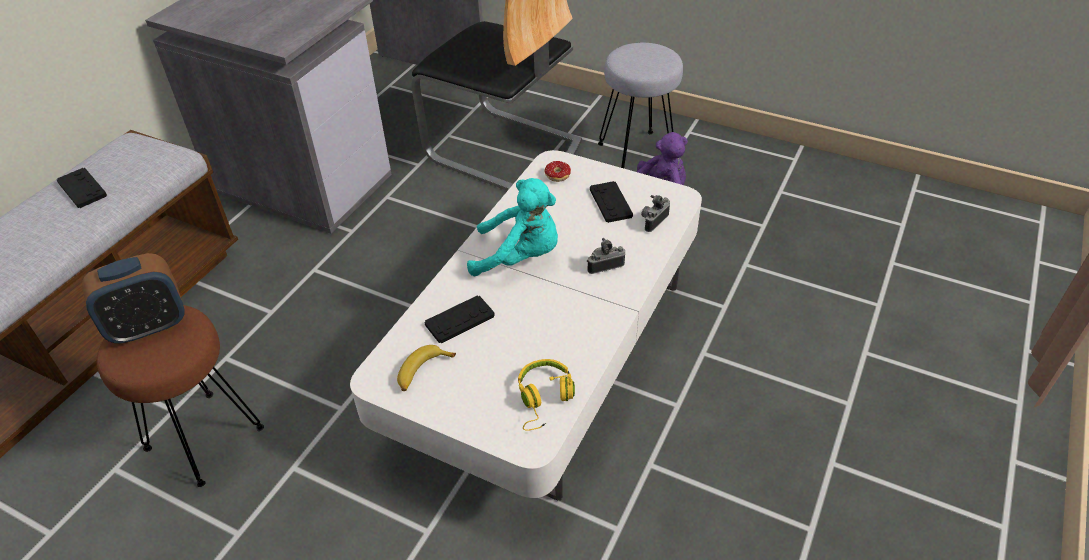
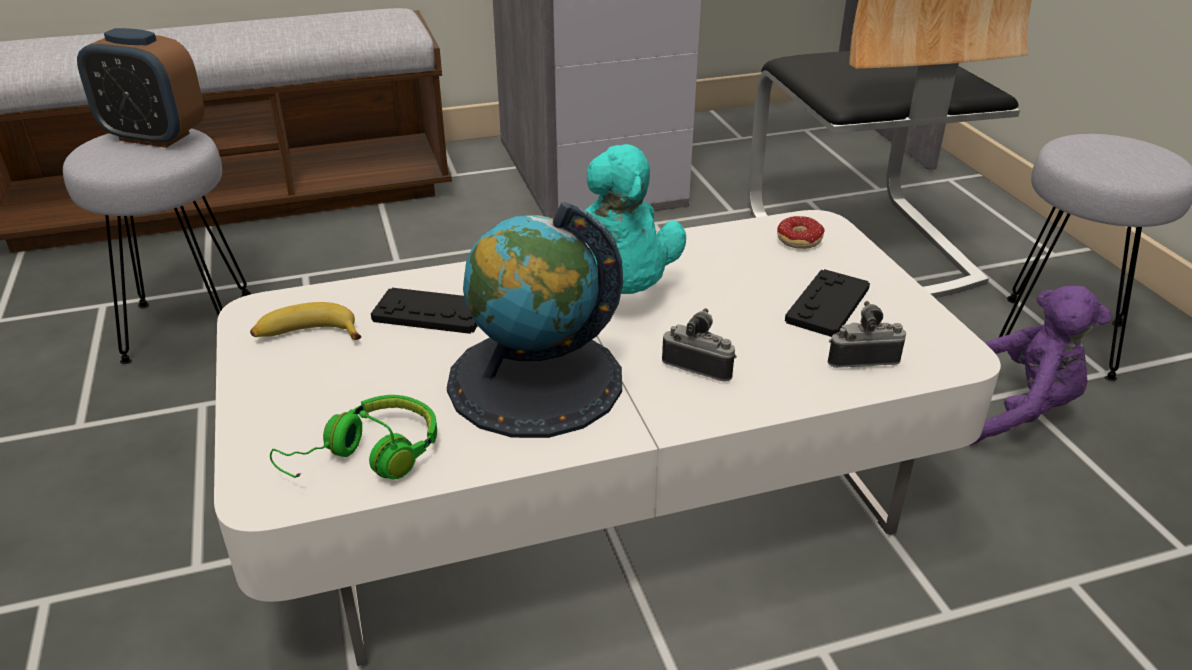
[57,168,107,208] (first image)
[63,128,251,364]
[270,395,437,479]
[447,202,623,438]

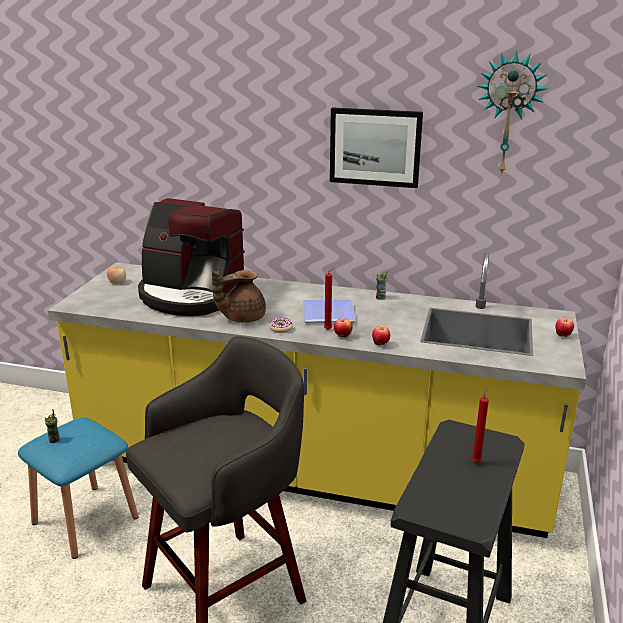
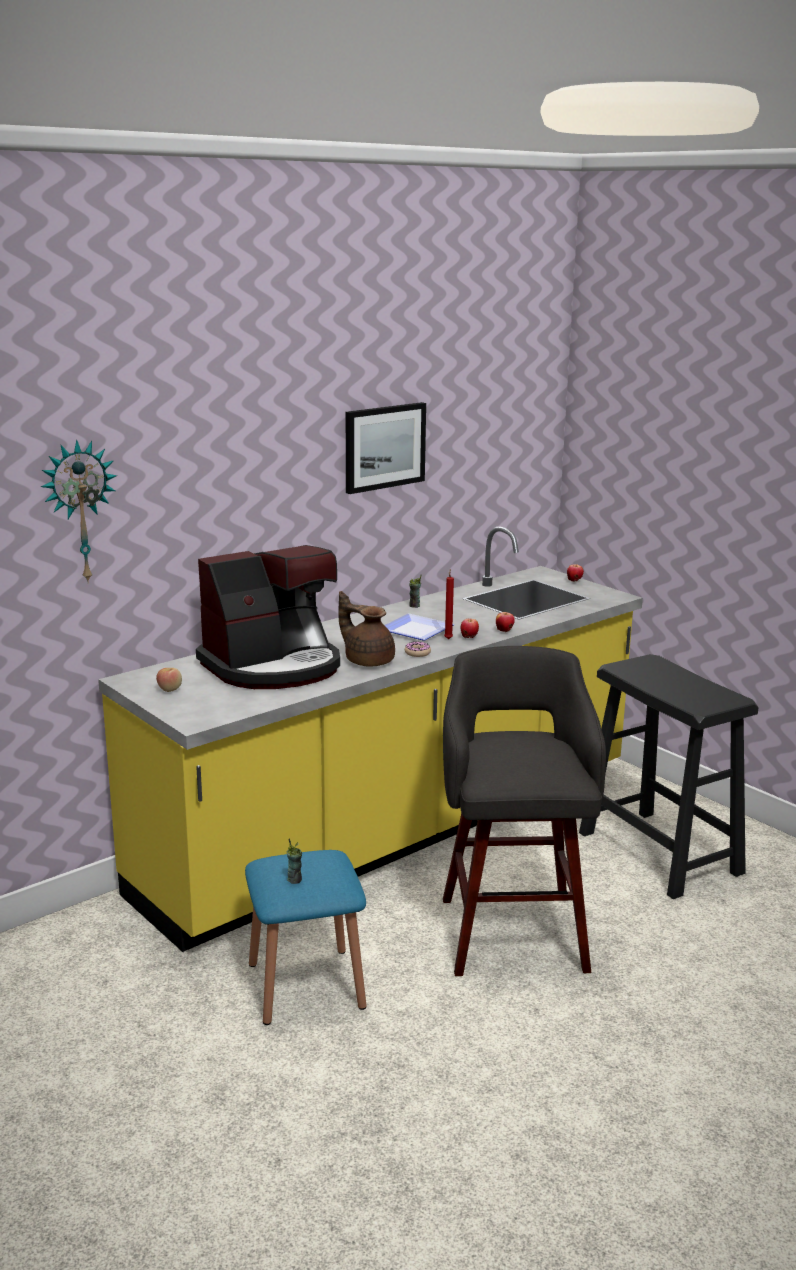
[41,440,117,584]
[338,591,395,666]
[472,388,489,463] (first image)

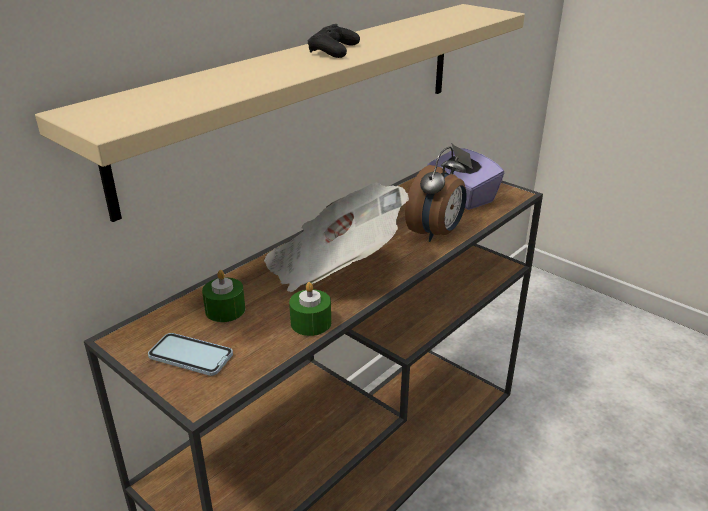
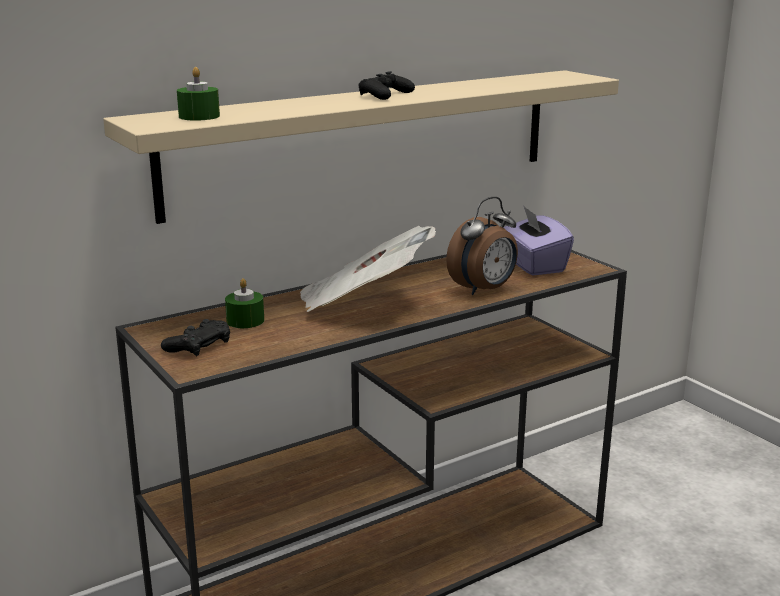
[177,67,220,120]
[161,319,230,356]

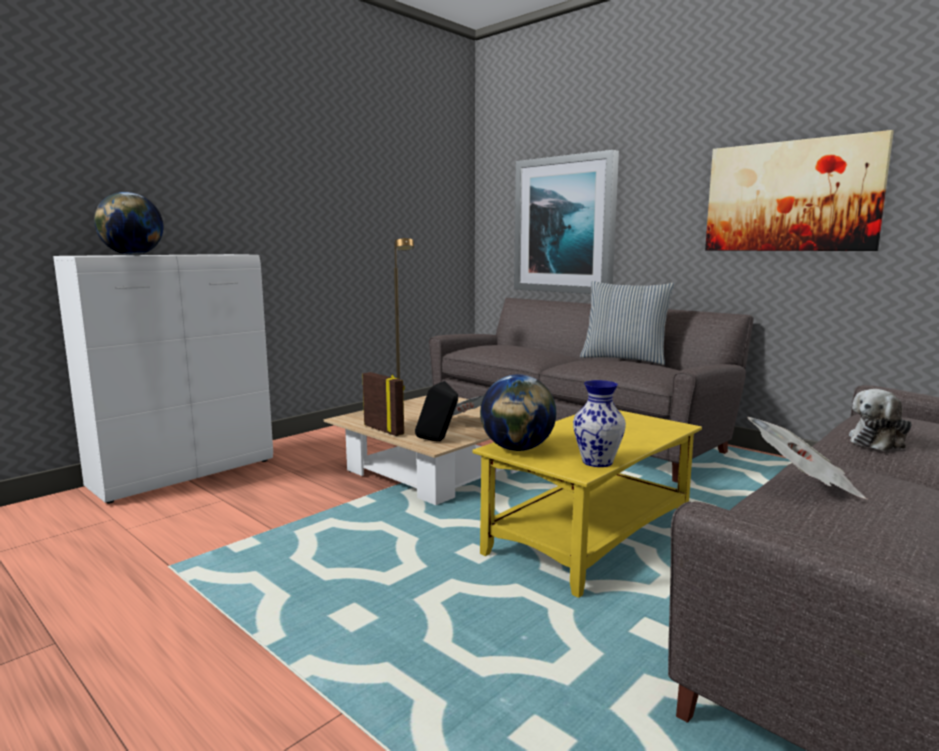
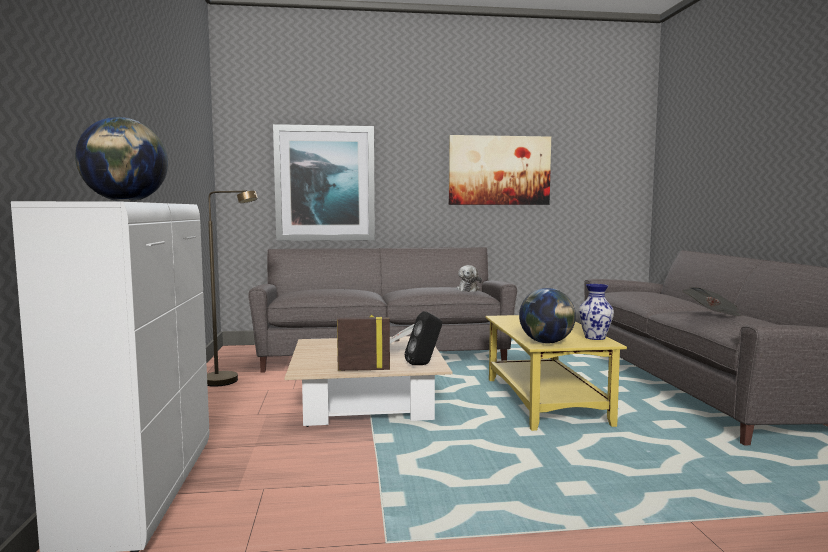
[580,281,675,365] (first image)
[456,265,482,292]

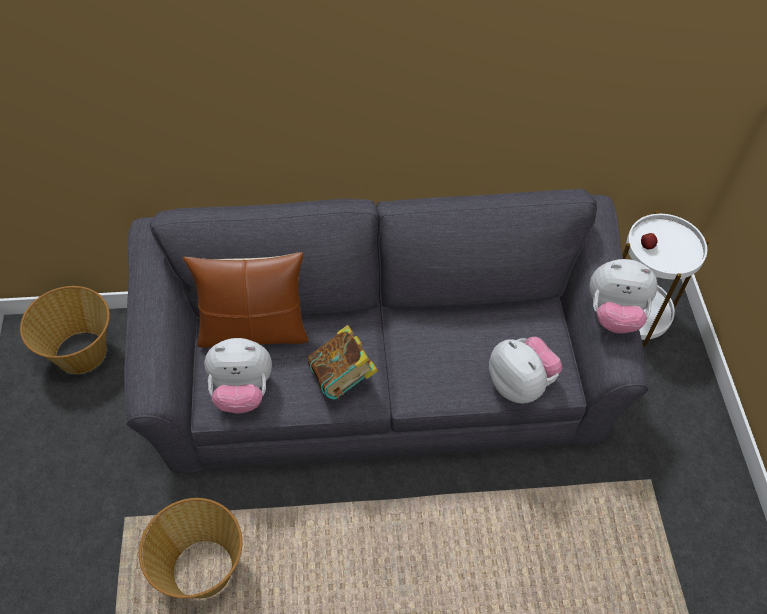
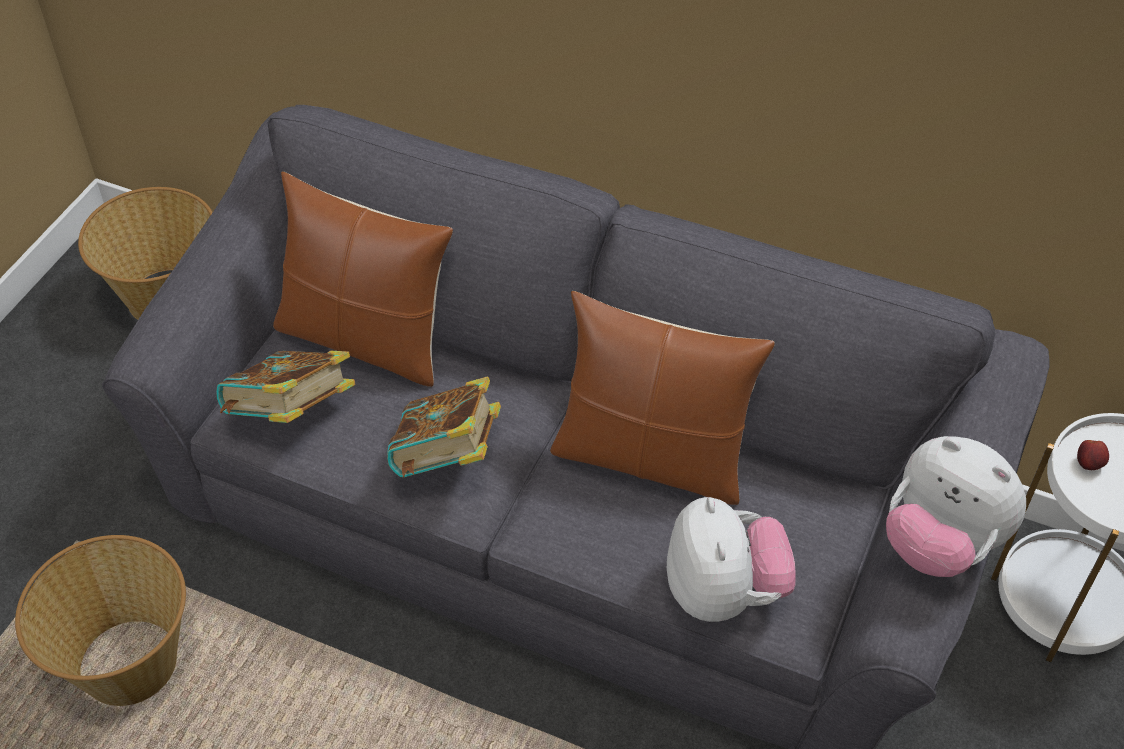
[216,351,355,423]
[550,291,775,505]

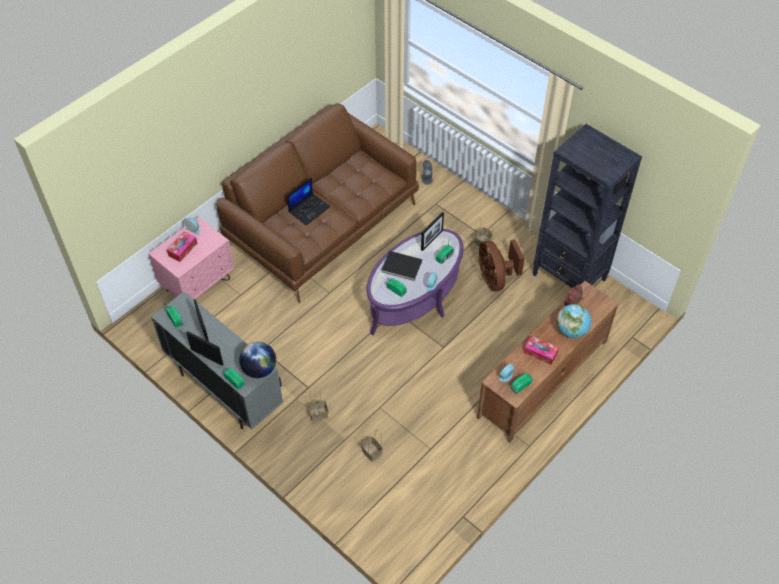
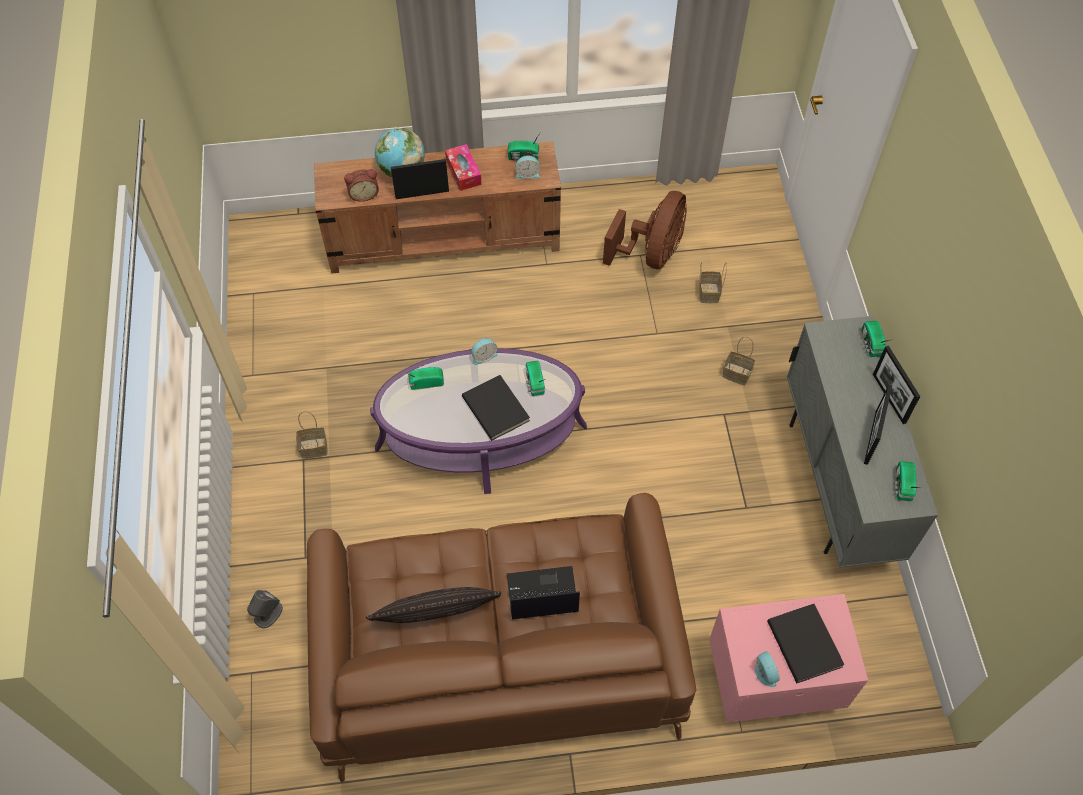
[533,124,642,288] (first image)
[391,159,449,199]
[767,604,845,683]
[603,191,687,269]
[239,342,276,378] (first image)
[366,587,501,623]

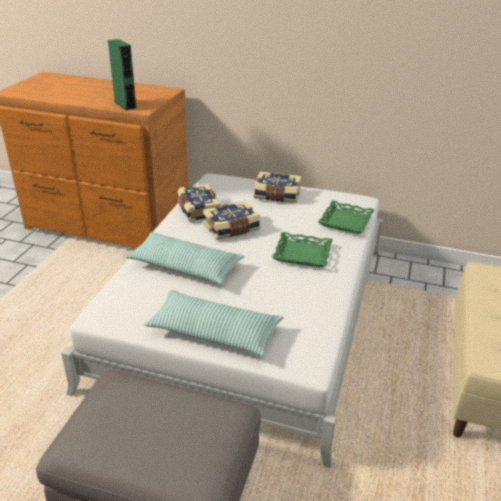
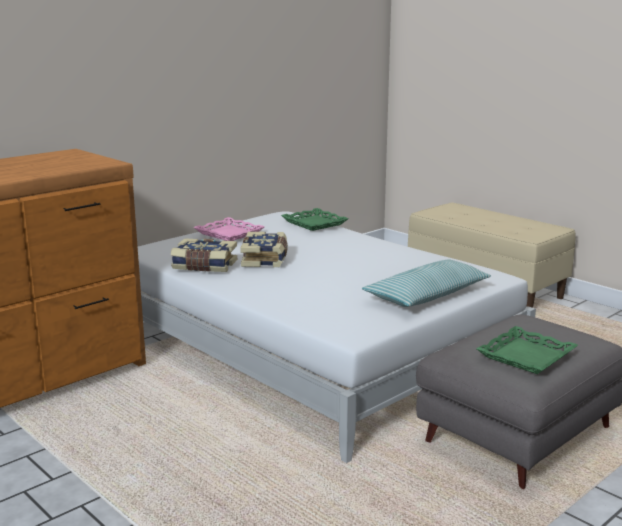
[108,39,137,110] (first image)
[193,217,265,241]
[125,232,245,284] (first image)
[476,326,578,374]

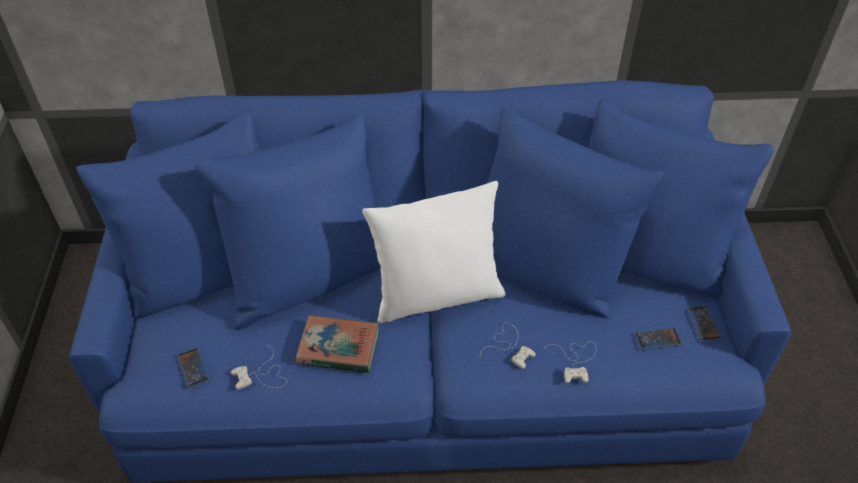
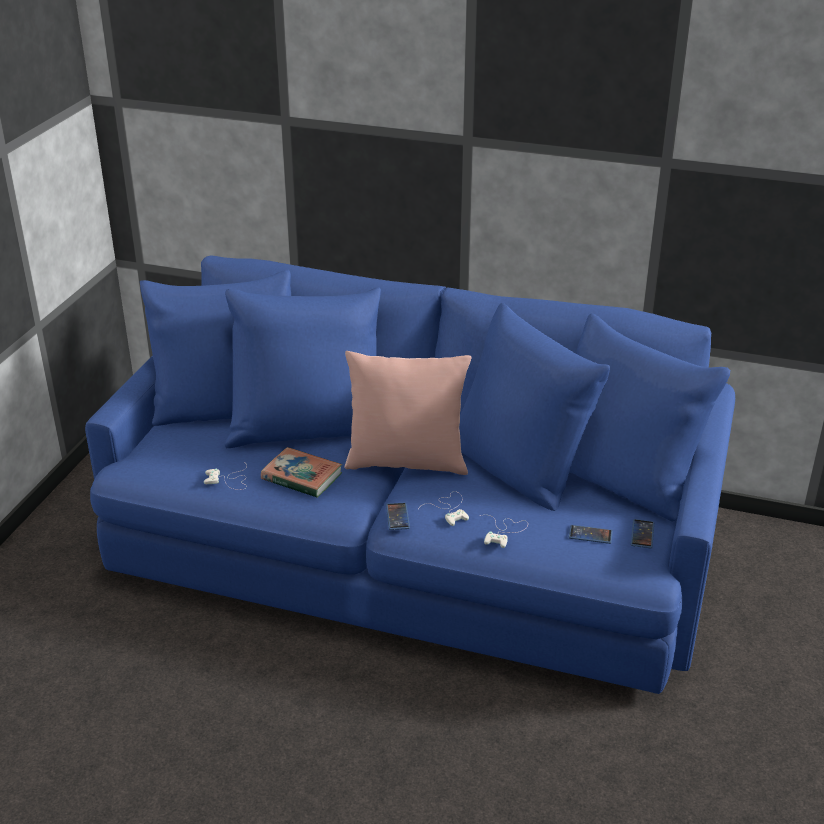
[345,351,472,475]
[386,503,410,530]

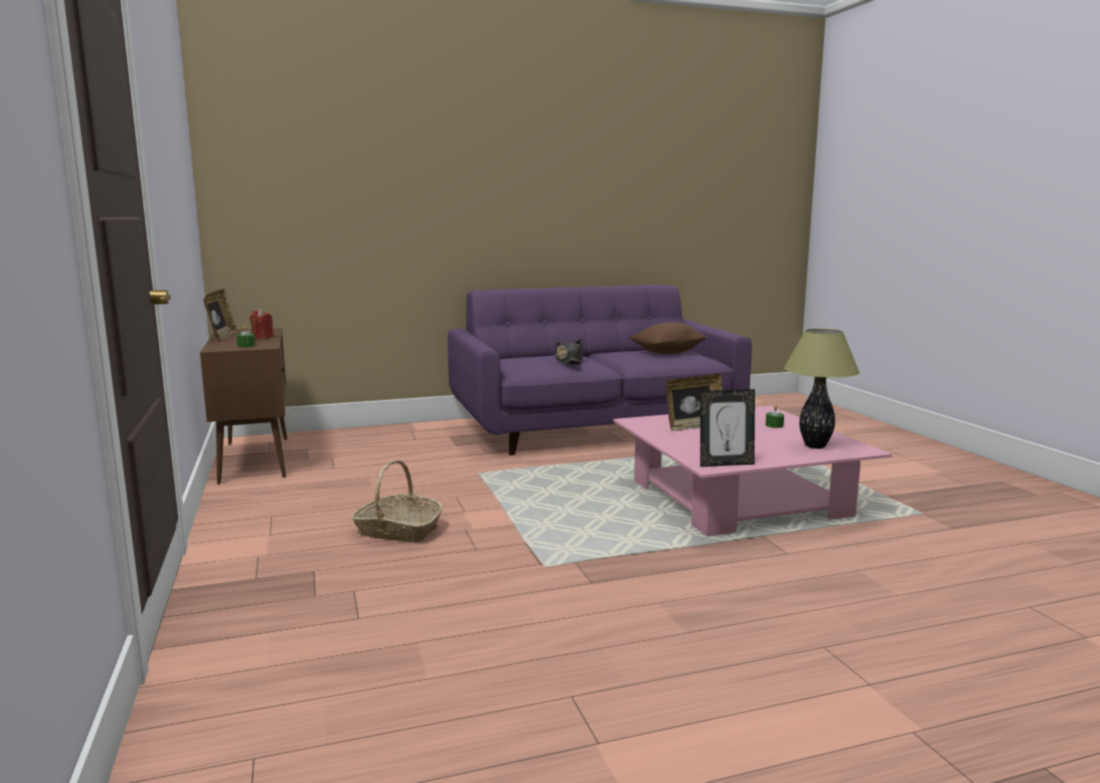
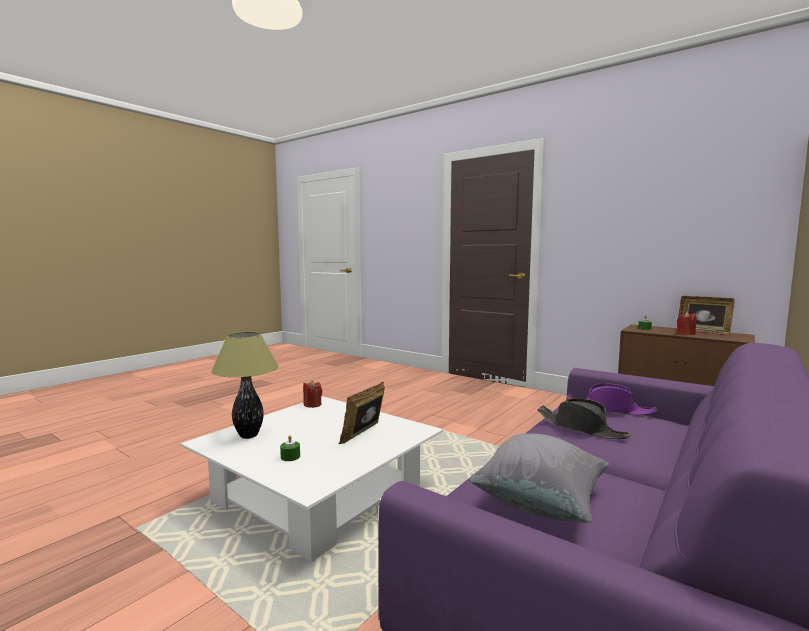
[469,434,609,523]
[303,381,322,408]
[180,396,443,562]
[351,460,443,543] (first image)
[567,383,658,415]

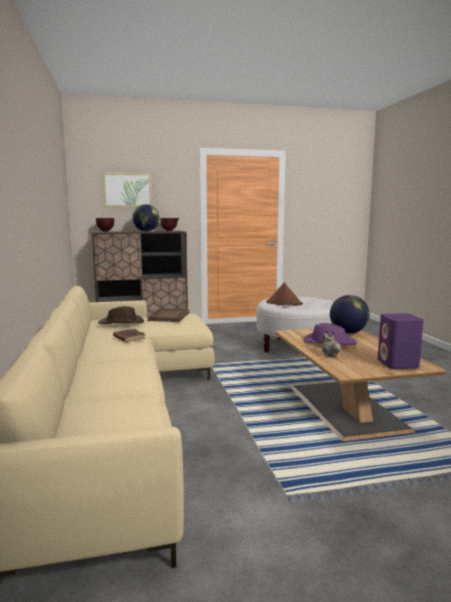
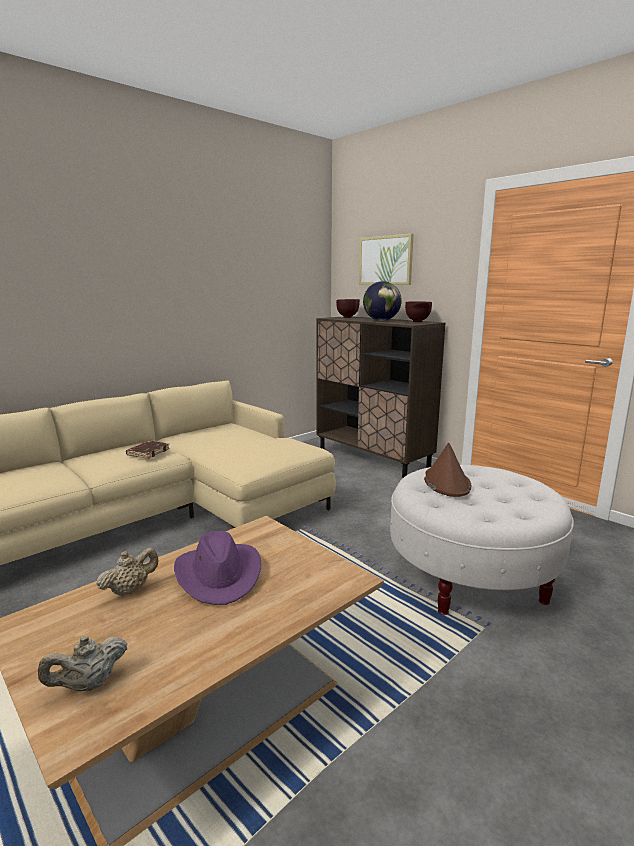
[330,295,370,333] (first image)
[98,306,144,324] (first image)
[148,309,189,322] (first image)
[38,636,127,691]

